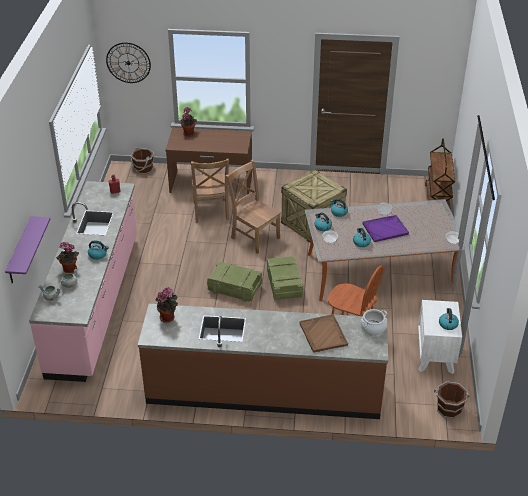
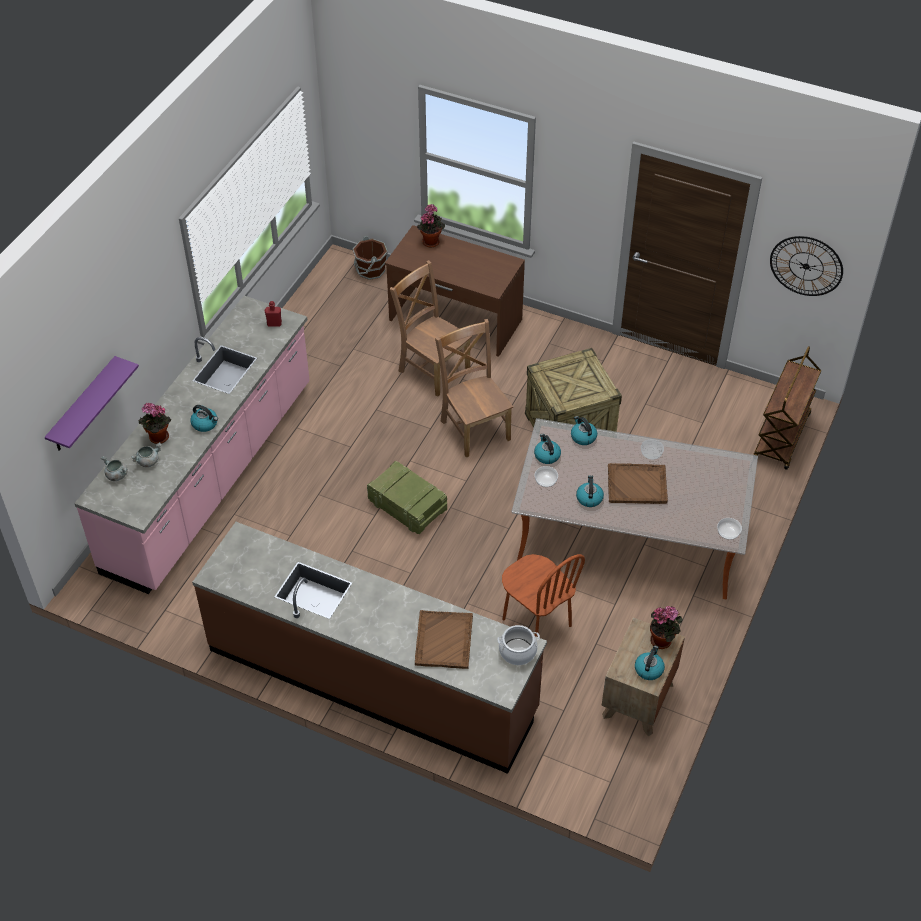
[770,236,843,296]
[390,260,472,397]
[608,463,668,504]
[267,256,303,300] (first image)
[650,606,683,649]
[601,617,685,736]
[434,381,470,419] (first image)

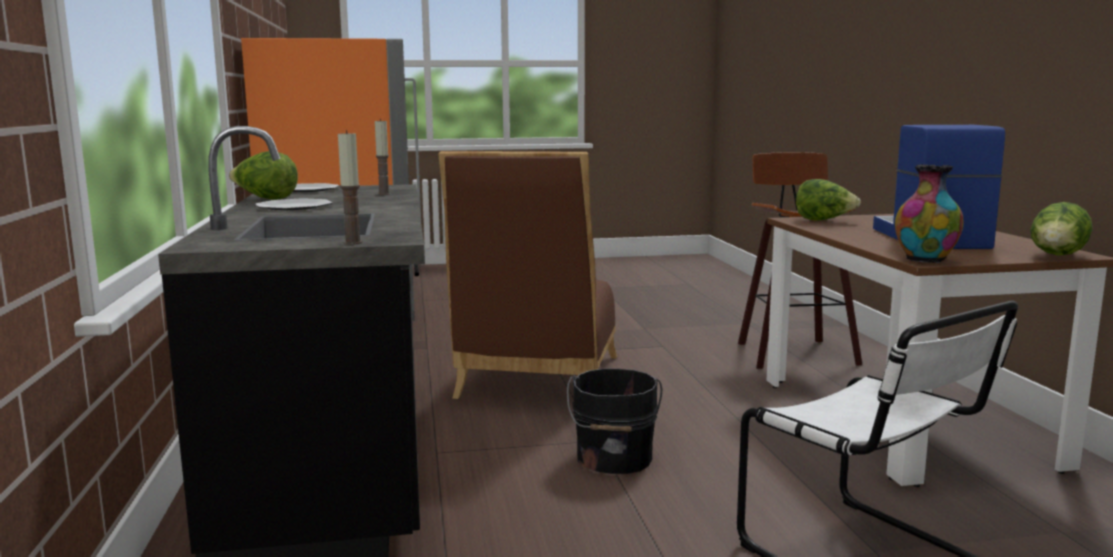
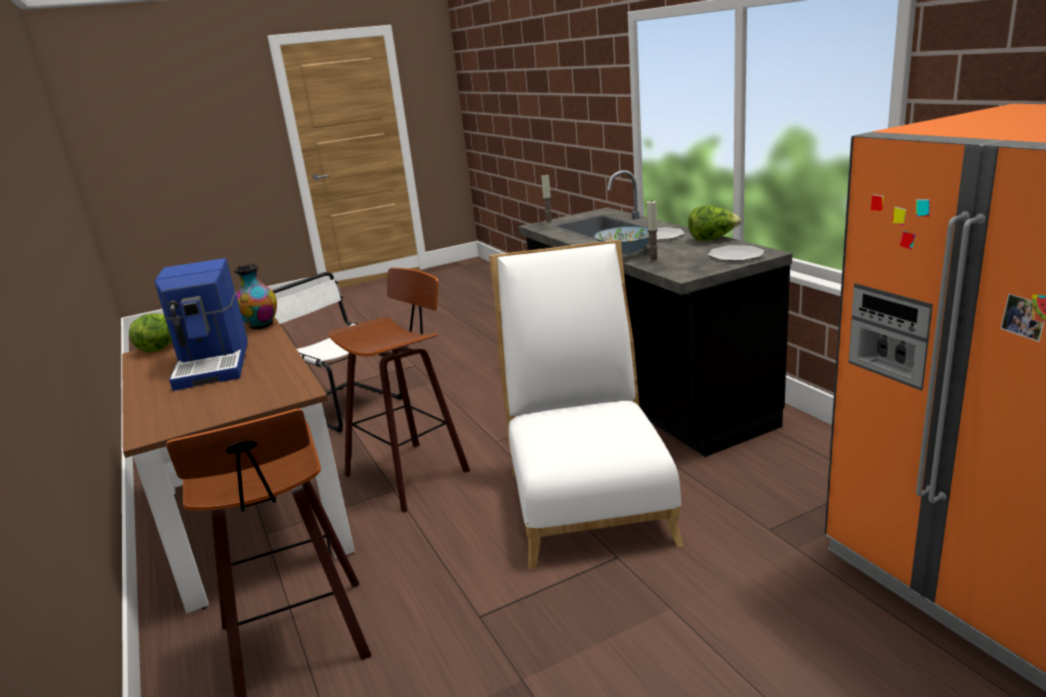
[489,240,684,569]
[796,179,861,221] (first image)
[567,369,662,474] (first image)
[594,226,649,254]
[329,268,470,512]

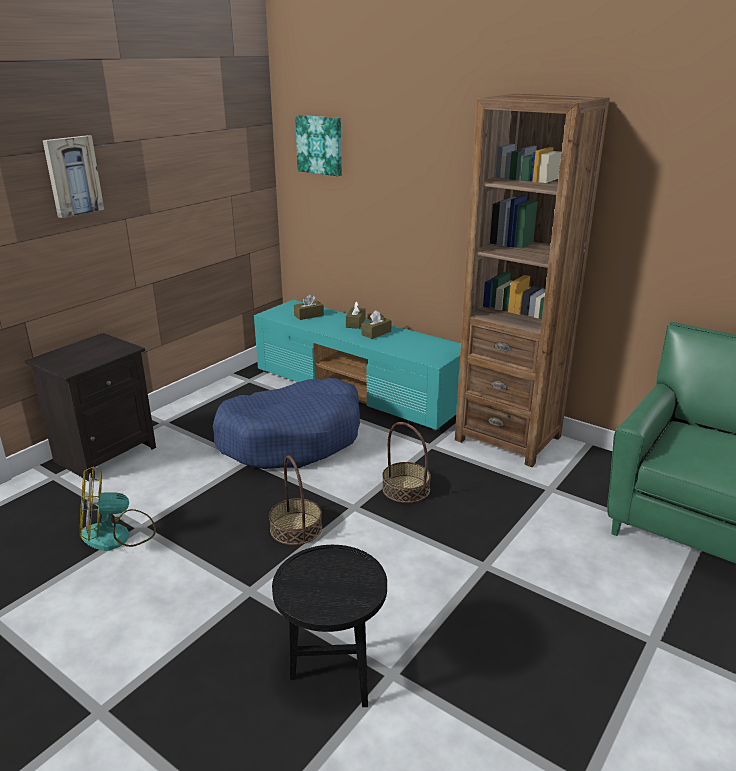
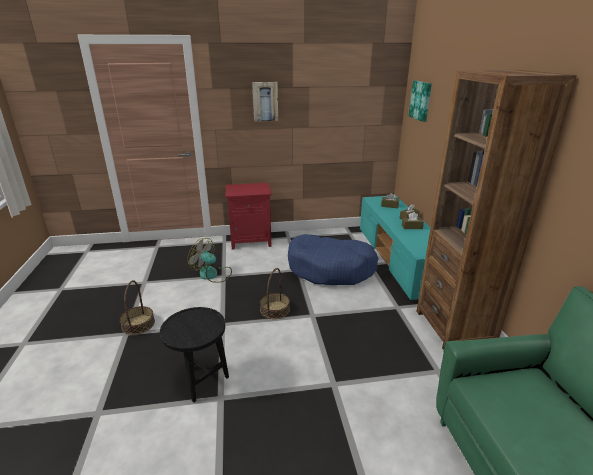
[226,183,272,250]
[119,280,155,335]

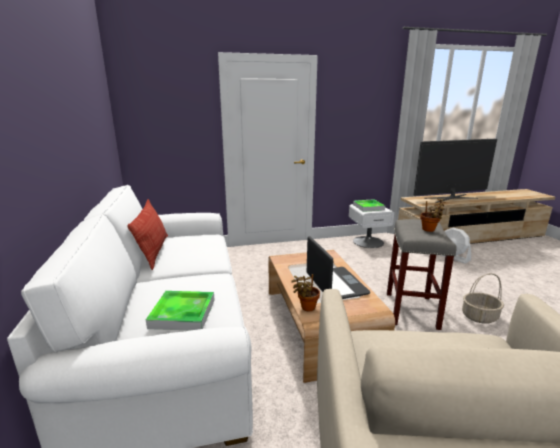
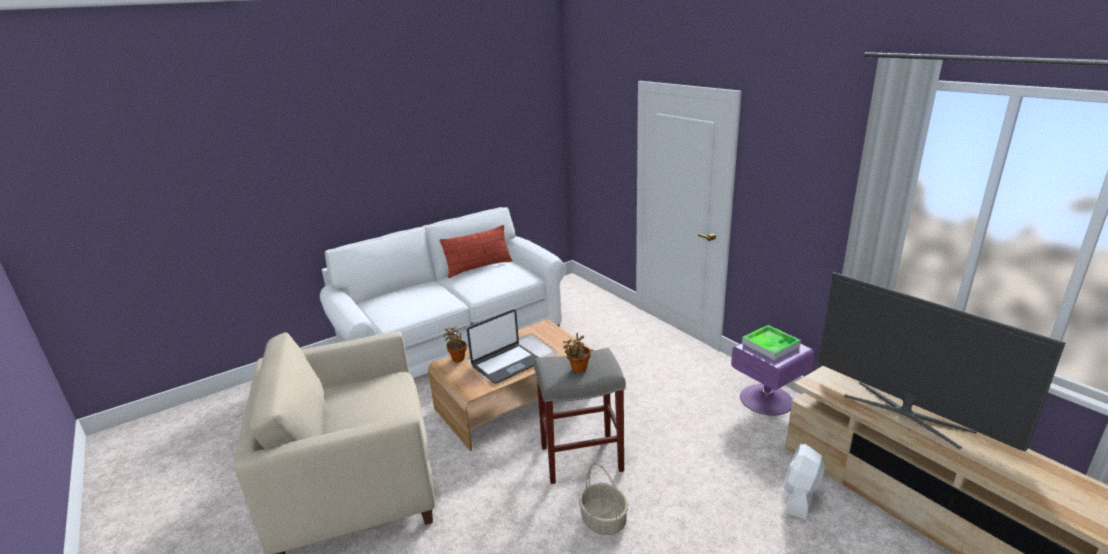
[731,343,814,416]
[146,291,215,330] (first image)

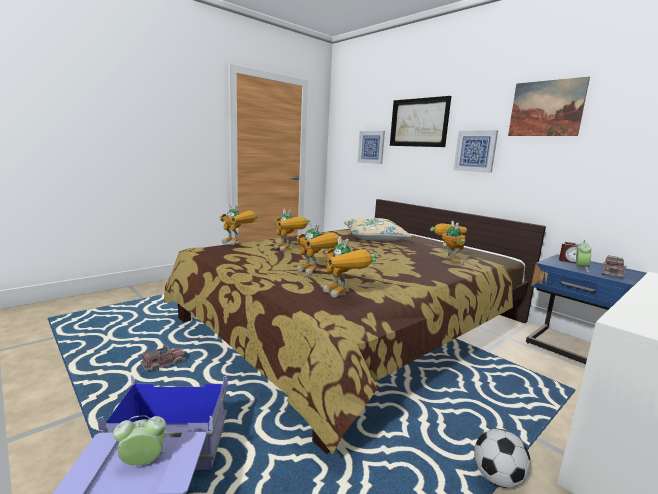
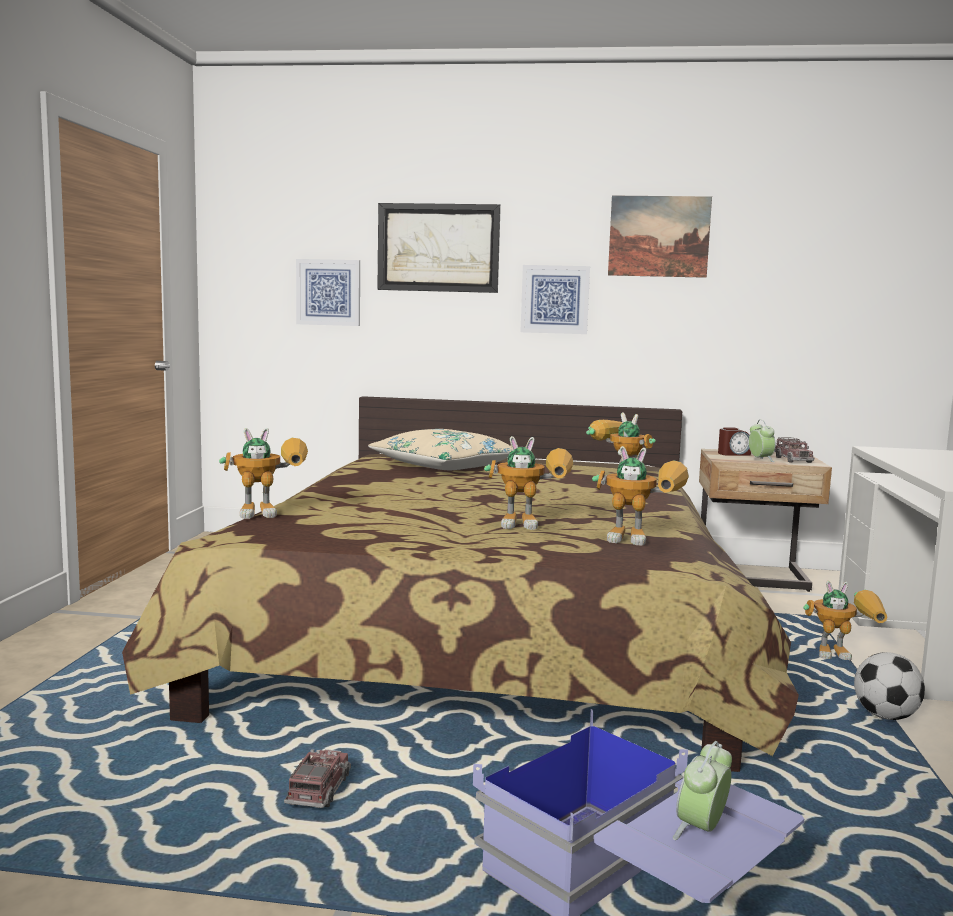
[803,581,887,660]
[699,449,832,592]

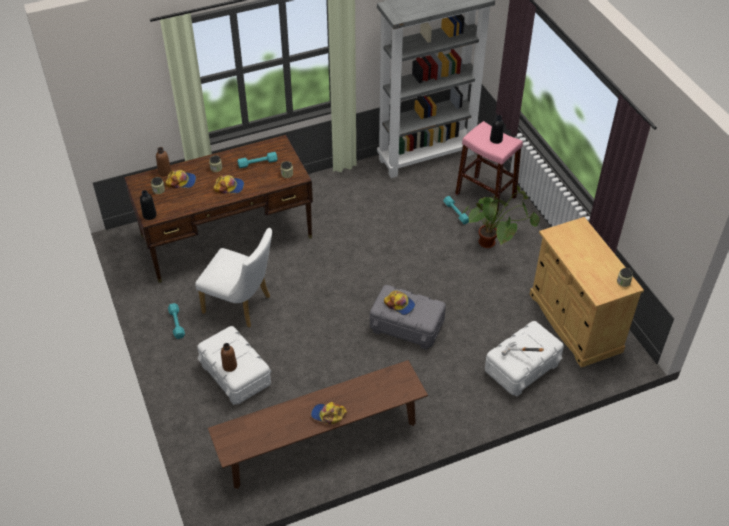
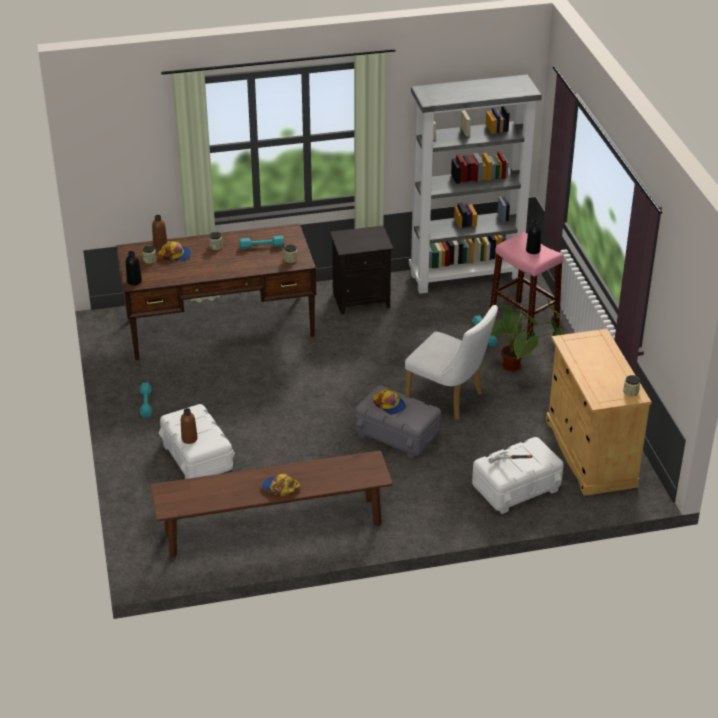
[214,175,244,194] (first image)
[405,305,498,420]
[330,225,394,315]

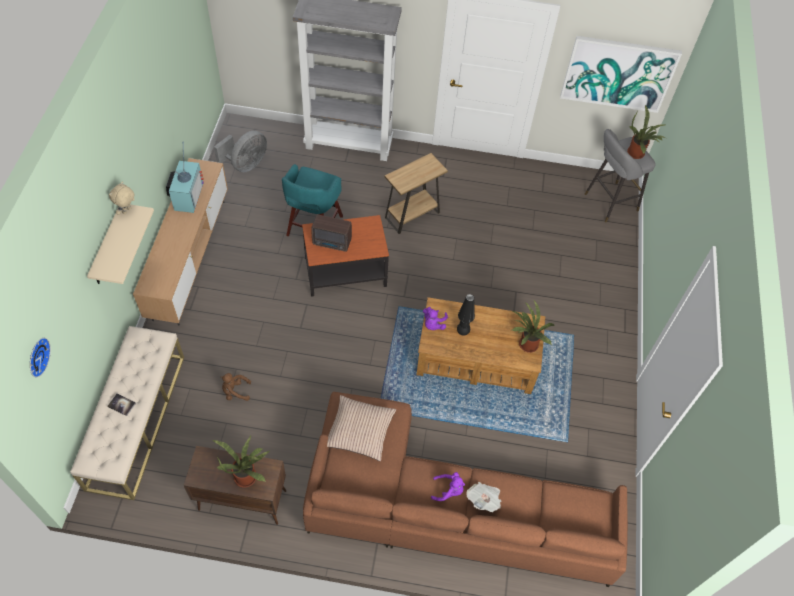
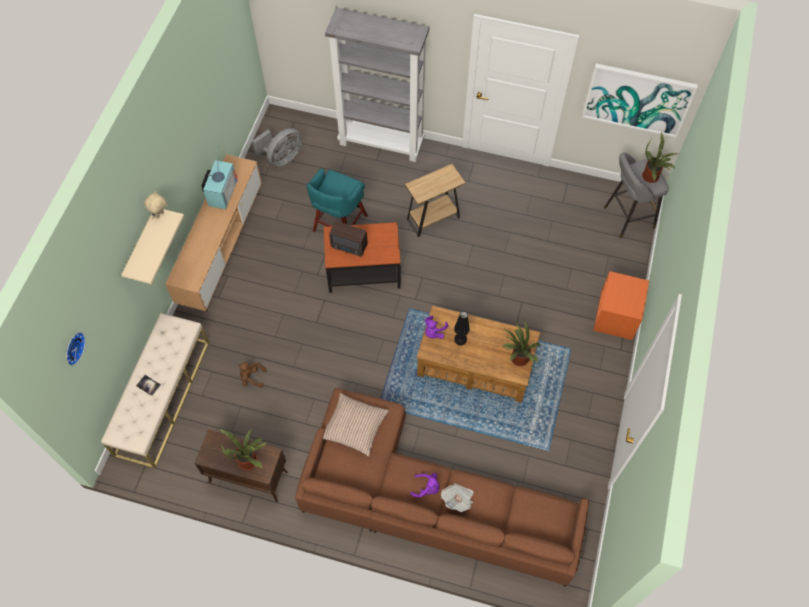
[593,271,649,340]

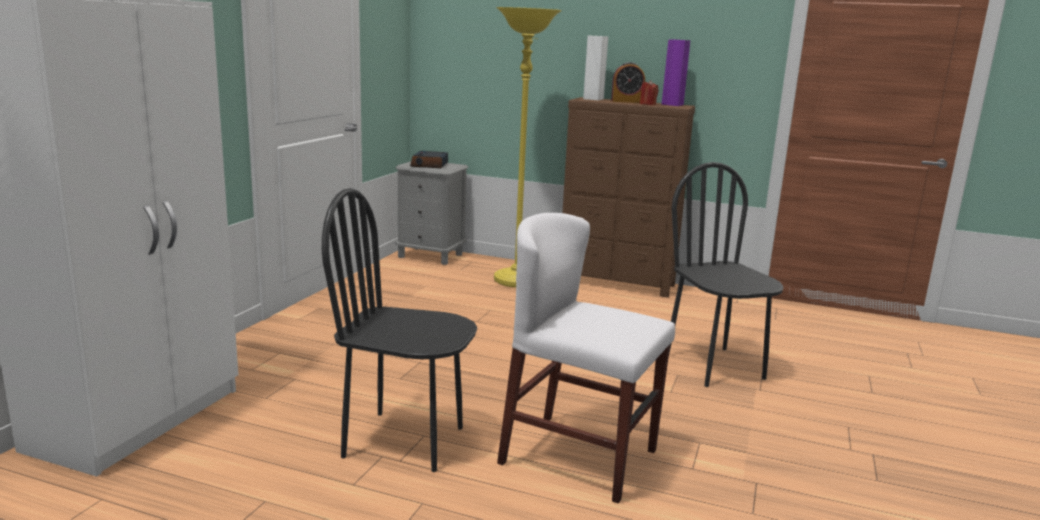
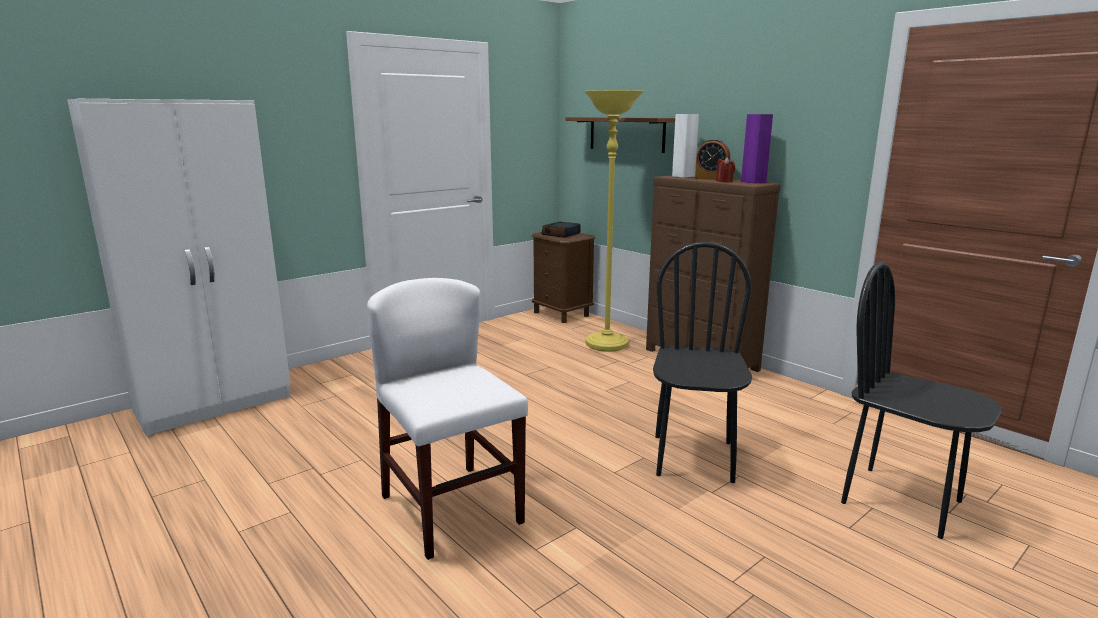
[532,232,595,323]
[841,262,1001,539]
[566,117,675,153]

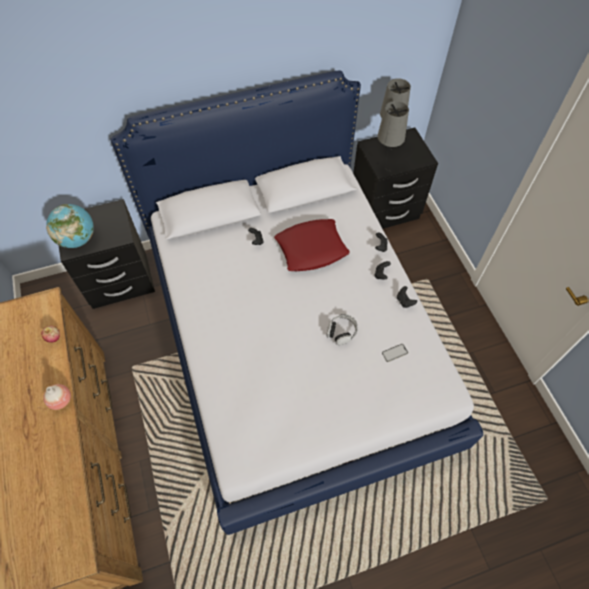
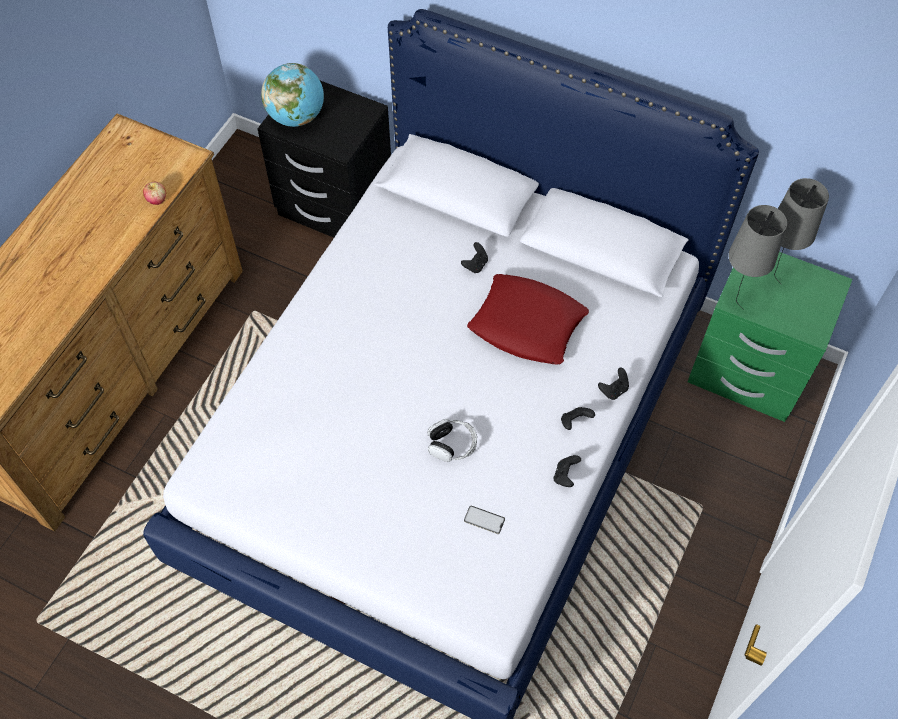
[688,252,853,422]
[43,384,71,410] (first image)

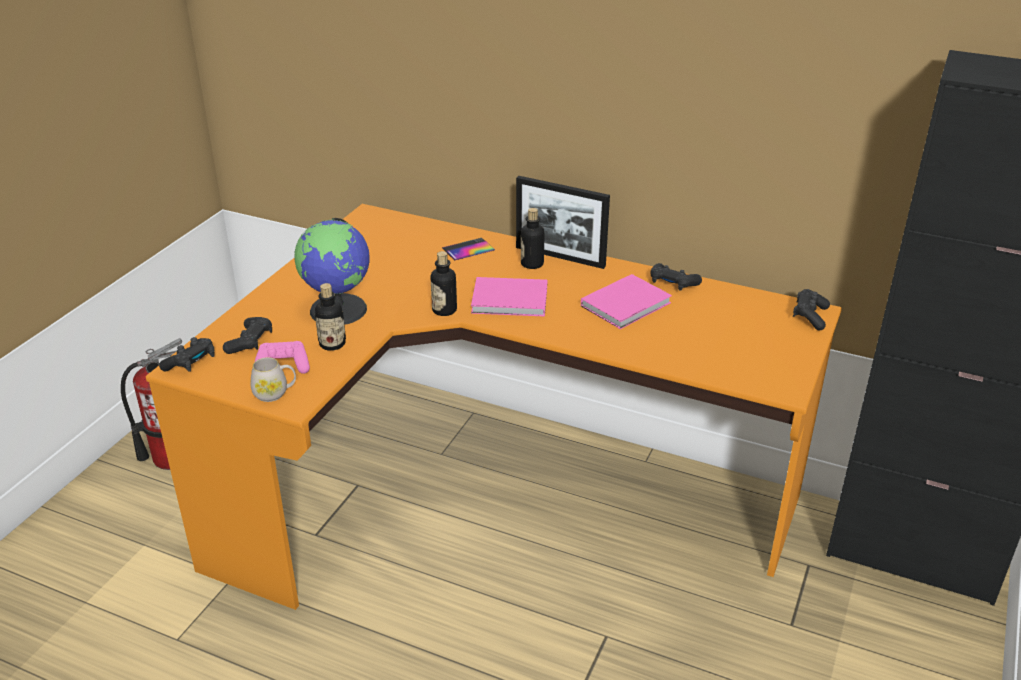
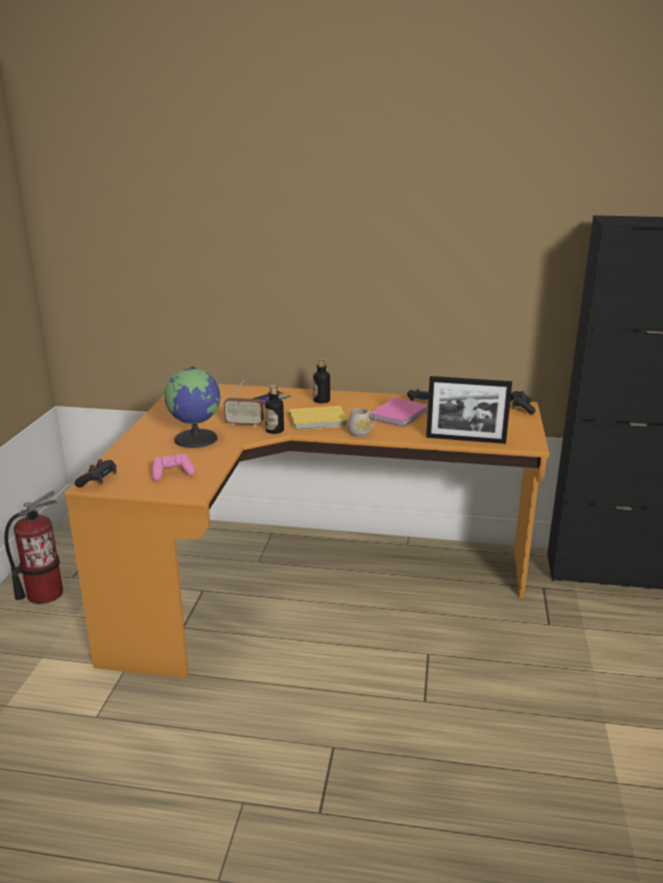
[426,376,512,444]
[289,406,348,431]
[315,283,346,351] (first image)
[223,317,272,354] (first image)
[348,408,376,437]
[224,379,264,427]

